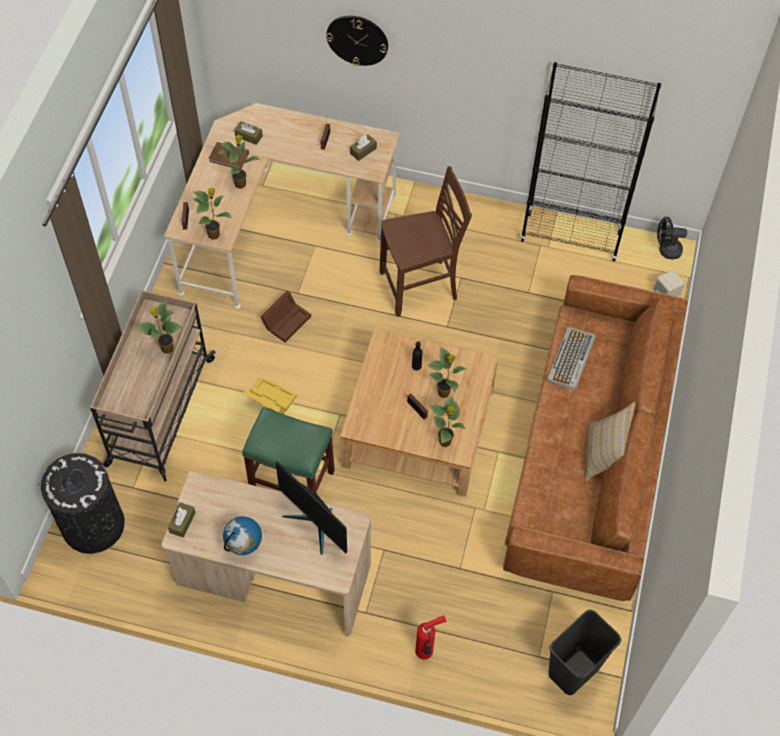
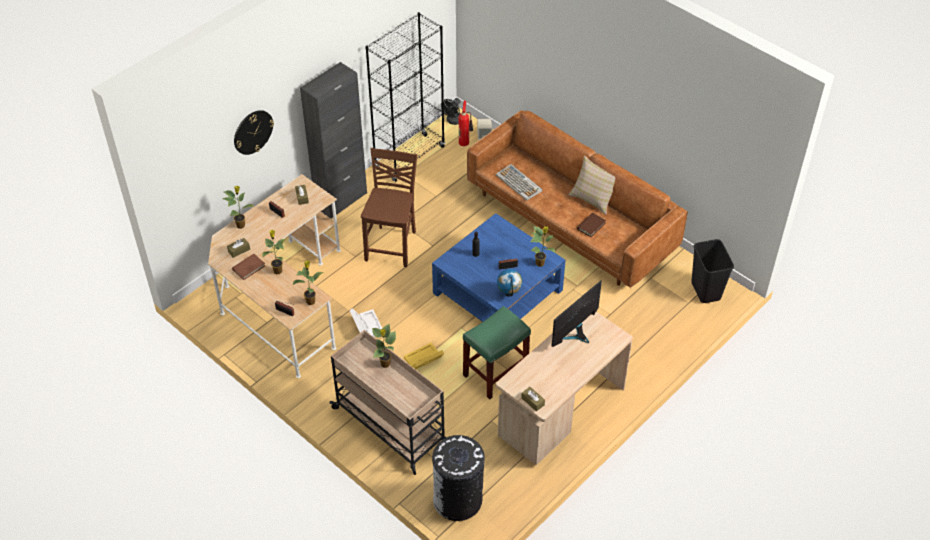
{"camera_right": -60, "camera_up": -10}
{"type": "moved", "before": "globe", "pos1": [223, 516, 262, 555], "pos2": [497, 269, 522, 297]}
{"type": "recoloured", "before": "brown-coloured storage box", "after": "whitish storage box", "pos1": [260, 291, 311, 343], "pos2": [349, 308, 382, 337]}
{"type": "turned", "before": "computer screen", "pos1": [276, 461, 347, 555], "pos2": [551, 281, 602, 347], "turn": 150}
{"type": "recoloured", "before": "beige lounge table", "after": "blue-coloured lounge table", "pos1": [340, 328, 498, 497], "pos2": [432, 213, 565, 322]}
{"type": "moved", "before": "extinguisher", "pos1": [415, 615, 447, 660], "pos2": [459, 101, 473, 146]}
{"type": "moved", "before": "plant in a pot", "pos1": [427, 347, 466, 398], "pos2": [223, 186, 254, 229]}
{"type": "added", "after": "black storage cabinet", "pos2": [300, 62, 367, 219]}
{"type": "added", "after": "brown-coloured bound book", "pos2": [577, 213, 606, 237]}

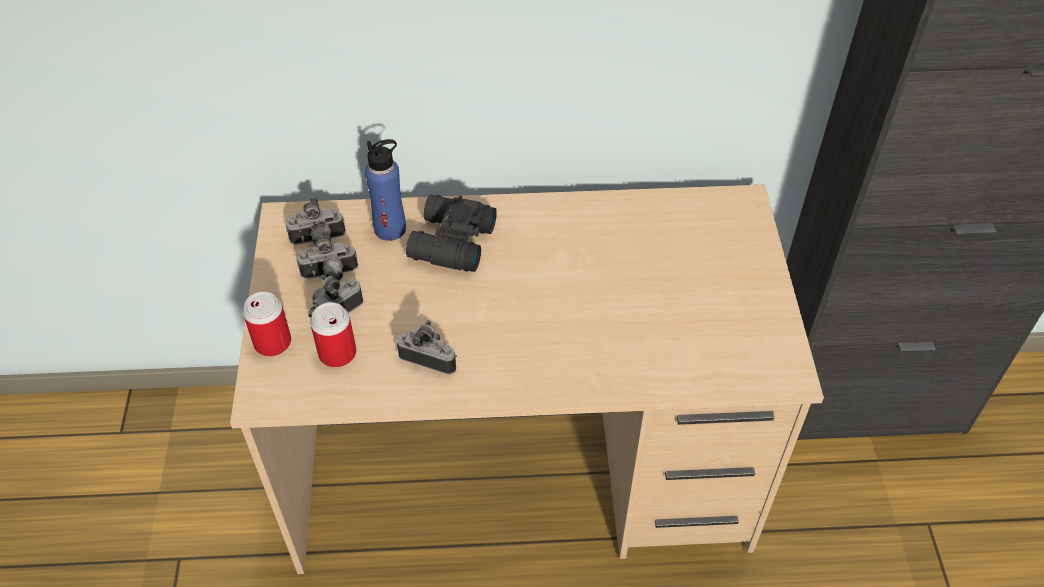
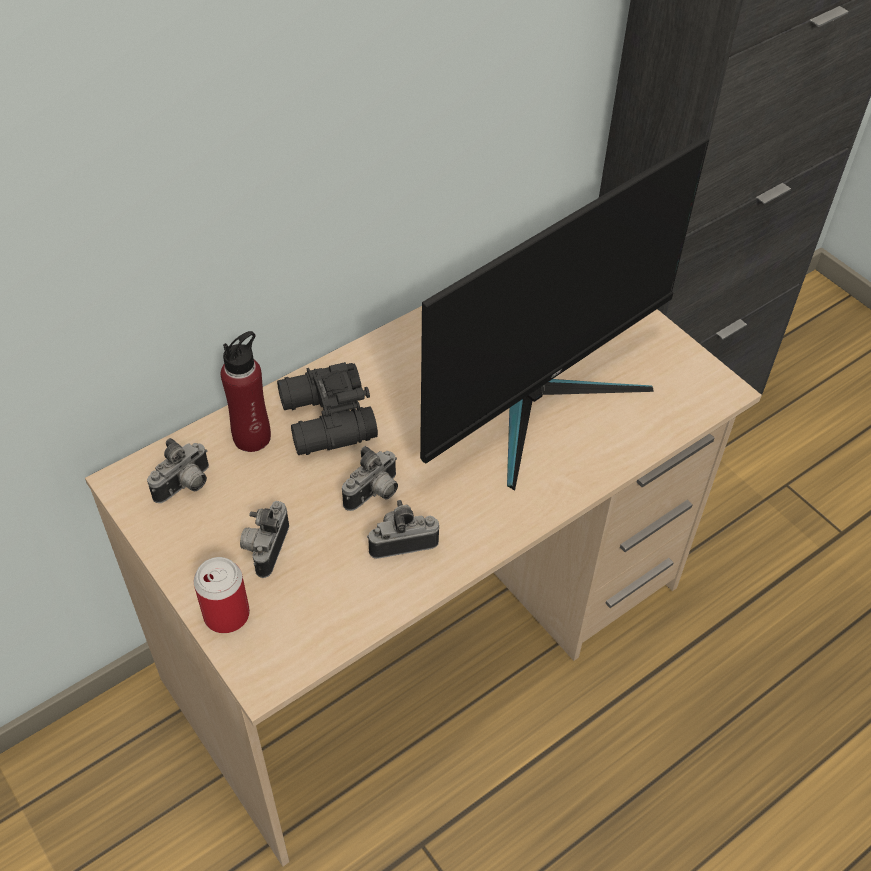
{"camera_right": -35, "camera_up": 0}
{"type": "moved", "before": "still camera", "pos1": [297, 231, 358, 281], "pos2": [342, 446, 398, 511]}
{"type": "removed", "before": "can", "pos1": [310, 302, 356, 367]}
{"type": "recoloured", "before": "blue-coloured drink bottle", "after": "red-coloured drink bottle", "pos1": [365, 139, 406, 241], "pos2": [221, 331, 271, 452]}
{"type": "added", "after": "computer screen", "pos2": [420, 137, 709, 490]}

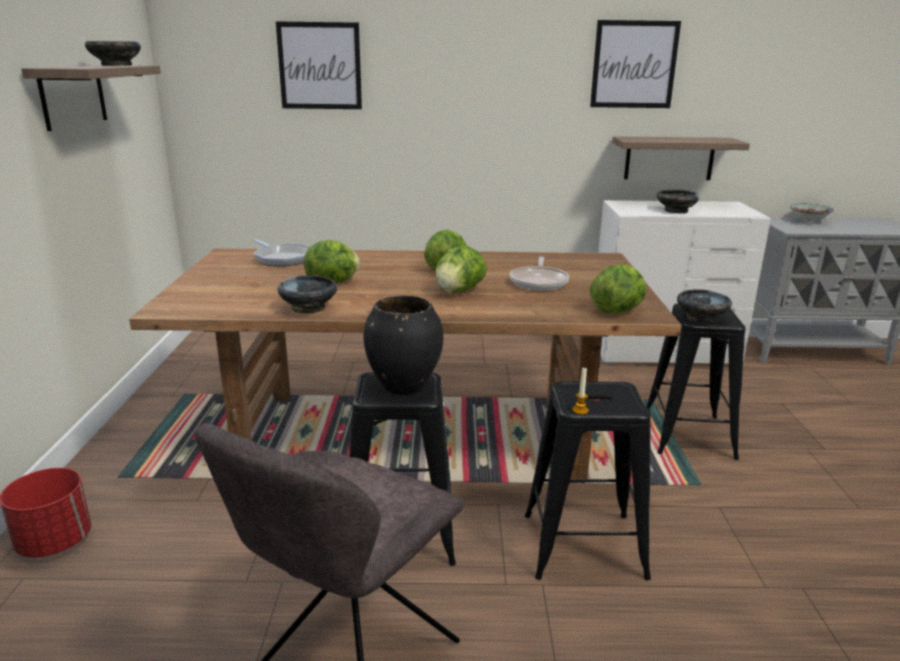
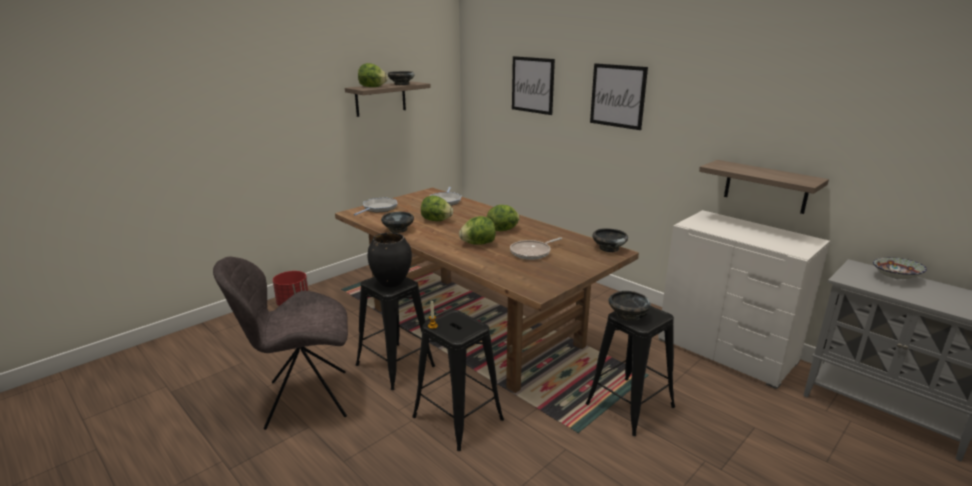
{"camera_right": 45, "camera_up": 0}
{"type": "moved", "before": "wall art", "pos1": [590, 20, 681, 108], "pos2": [590, 63, 648, 130]}
{"type": "moved", "before": "lettuce head", "pos1": [590, 265, 647, 313], "pos2": [358, 63, 388, 87]}
{"type": "moved", "before": "black serving bowl", "pos1": [657, 190, 699, 213], "pos2": [593, 228, 628, 252]}
{"type": "added", "after": "pan", "pos2": [354, 197, 398, 216]}

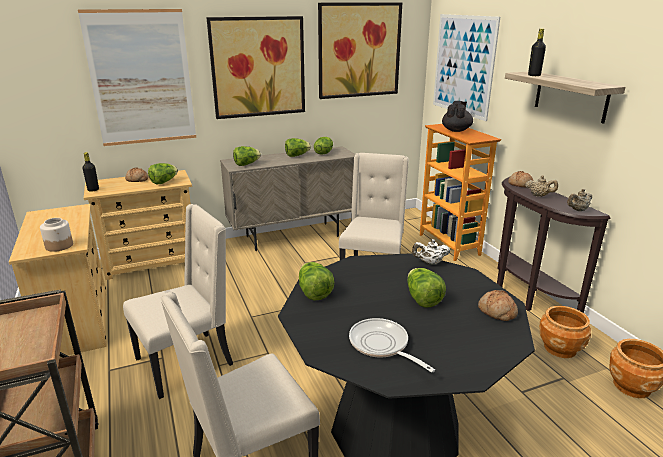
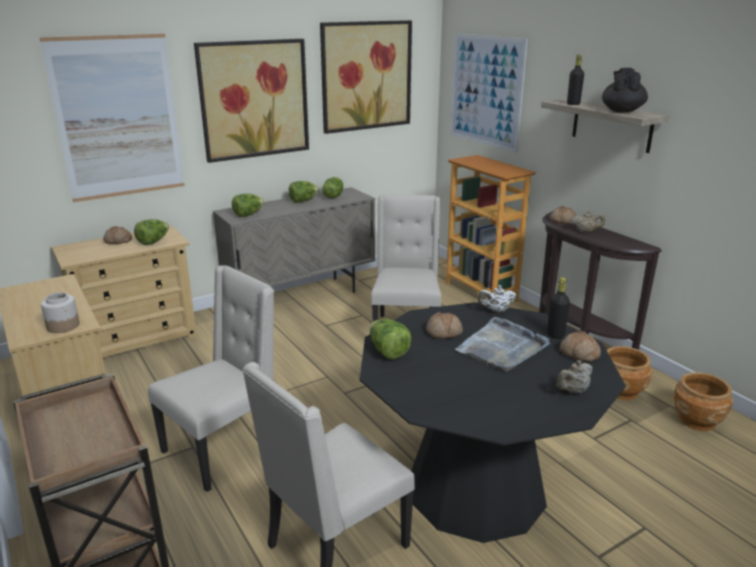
{"camera_right": -10, "camera_up": 0}
{"type": "moved", "before": "black drink bottle", "pos1": [83, 152, 99, 192], "pos2": [547, 277, 570, 339]}
{"type": "removed", "before": "pan", "pos1": [349, 318, 435, 373]}
{"type": "replaced", "before": "lettuce head", "after": "grey tray", "pos1": [407, 268, 446, 308], "pos2": [455, 317, 550, 372]}
{"type": "moved", "before": "black pot for tea", "pos1": [442, 101, 473, 132], "pos2": [602, 68, 648, 112]}
{"type": "moved", "before": "beige pot for tea", "pos1": [567, 189, 592, 211], "pos2": [556, 360, 593, 394]}
{"type": "added", "after": "bread", "pos2": [427, 312, 463, 339]}

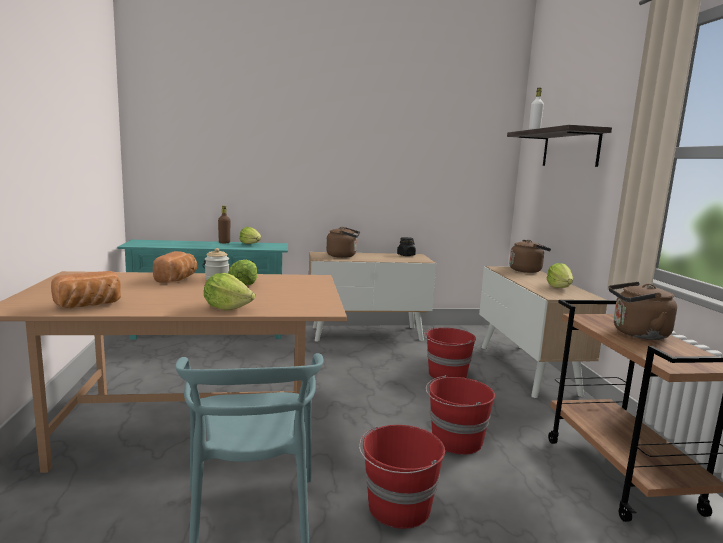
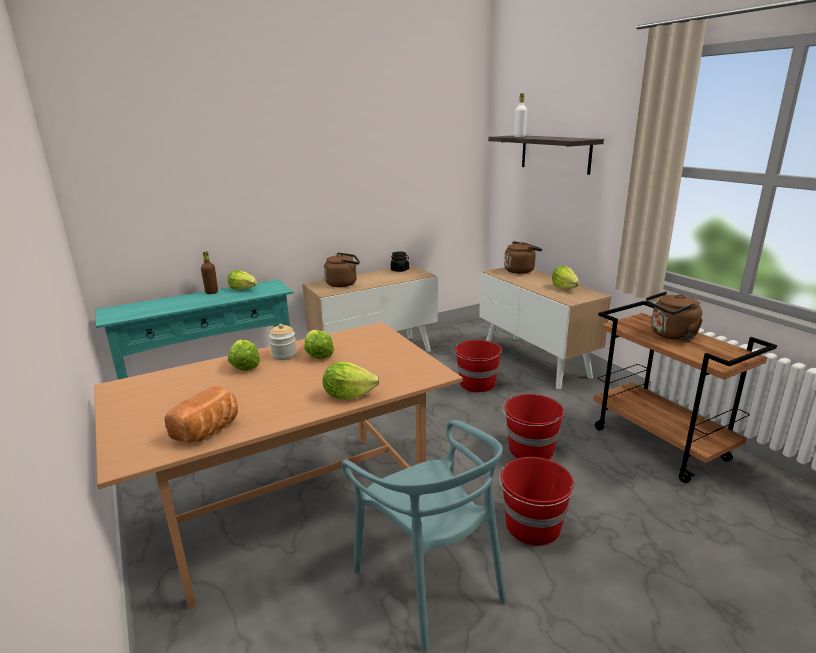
{"camera_right": -20, "camera_up": 10}
{"type": "replaced", "before": "bread", "after": "lettuce head", "pos1": [153, 251, 197, 283], "pos2": [228, 339, 260, 371]}

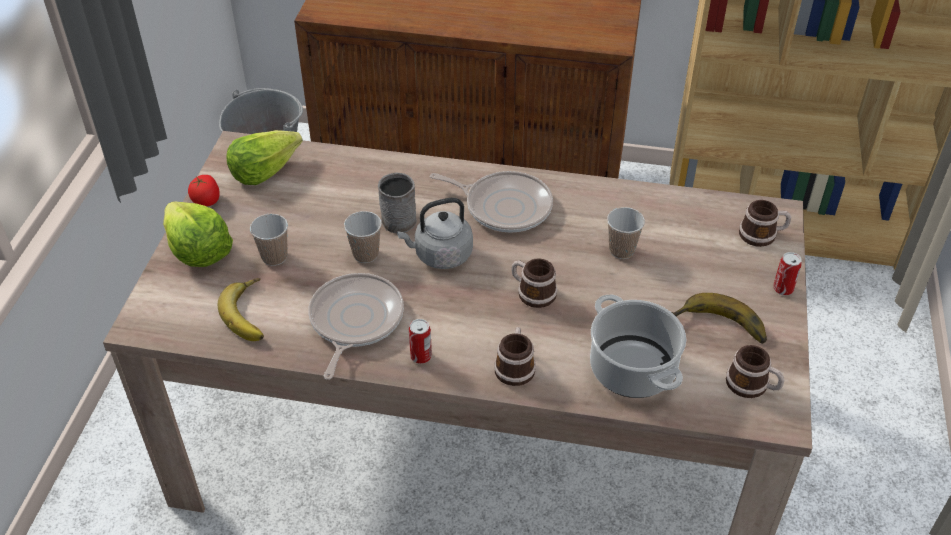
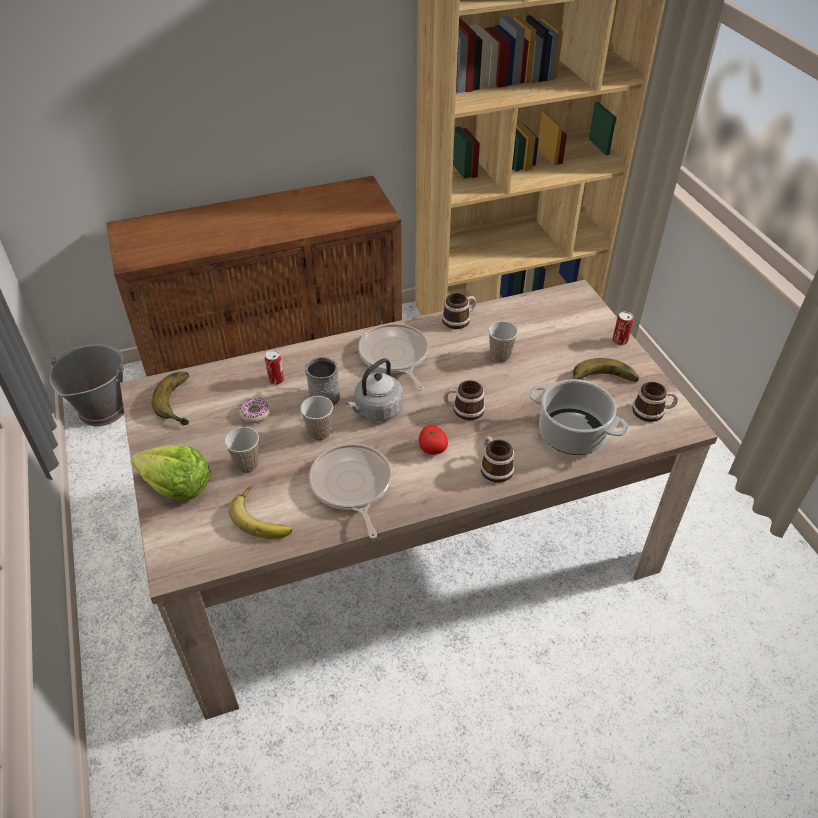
{"camera_right": -30, "camera_up": 0}
{"type": "moved", "before": "fresh tomato", "pos1": [188, 175, 220, 206], "pos2": [419, 425, 448, 454]}
{"type": "replaced", "before": "lettuce head", "after": "banana", "pos1": [226, 130, 303, 185], "pos2": [152, 372, 189, 425]}
{"type": "moved", "before": "can", "pos1": [409, 319, 432, 364], "pos2": [265, 350, 284, 385]}
{"type": "turned", "before": "pan", "pos1": [430, 171, 553, 233], "pos2": [358, 323, 429, 391], "turn": -105}
{"type": "moved", "before": "mug", "pos1": [739, 200, 791, 247], "pos2": [442, 293, 476, 329]}
{"type": "added", "after": "donut", "pos2": [239, 398, 270, 423]}

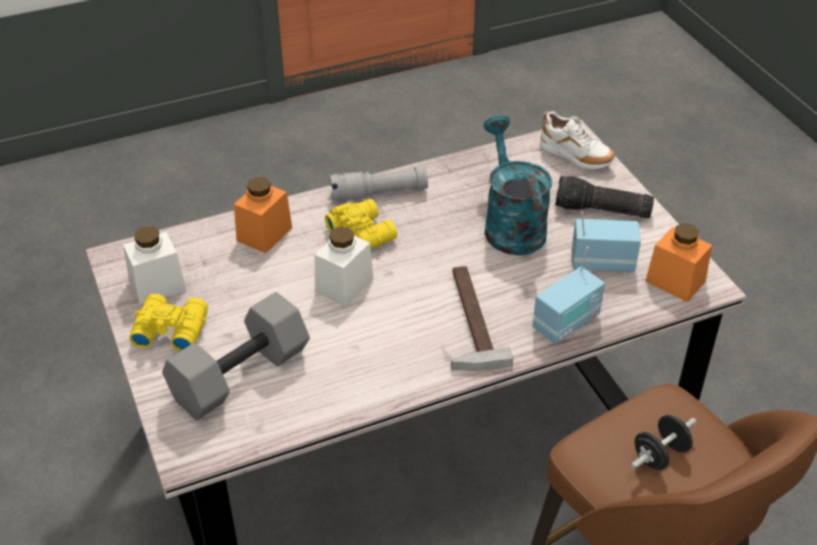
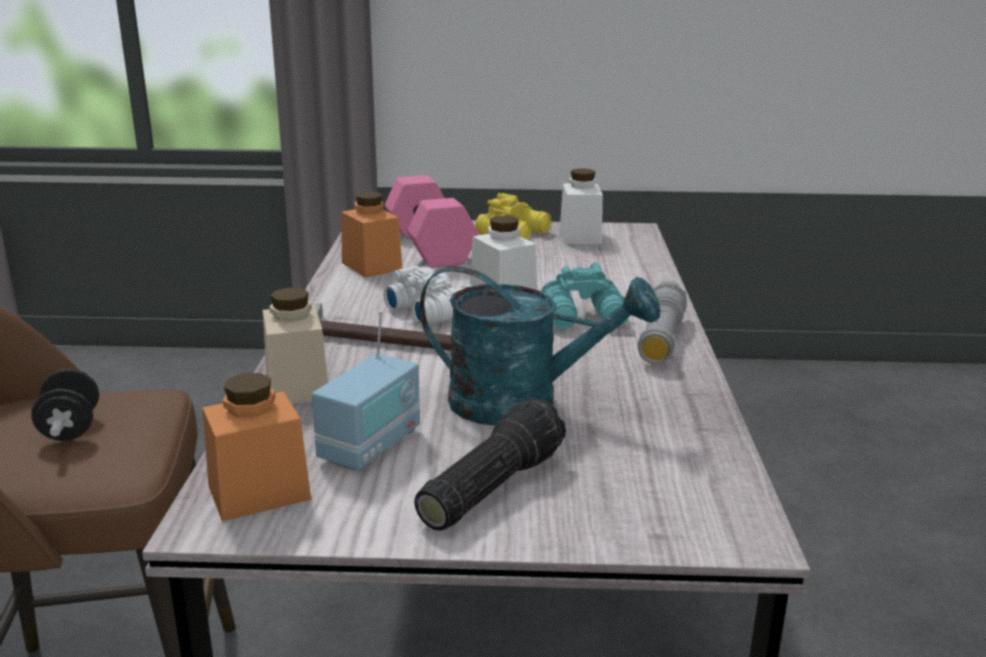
{"camera_right": 115, "camera_up": -20}
{"type": "recoloured", "before": "grey free weight", "after": "pinkish free weight", "pos1": [162, 292, 310, 420], "pos2": [385, 175, 478, 268]}
{"type": "moved", "before": "orange-coloured preserve jar", "pos1": [234, 177, 292, 253], "pos2": [341, 192, 402, 278]}
{"type": "recoloured", "before": "yellow pair of binoculars", "after": "turquoise-coloured pair of binoculars", "pos1": [325, 199, 397, 249], "pos2": [542, 263, 628, 329]}
{"type": "replaced", "before": "radio", "after": "beige preserve jar", "pos1": [532, 247, 605, 344], "pos2": [263, 287, 328, 404]}
{"type": "removed", "before": "whitish shoe", "pos1": [540, 111, 616, 169]}
{"type": "added", "after": "whitish pair of binoculars", "pos2": [383, 266, 471, 326]}

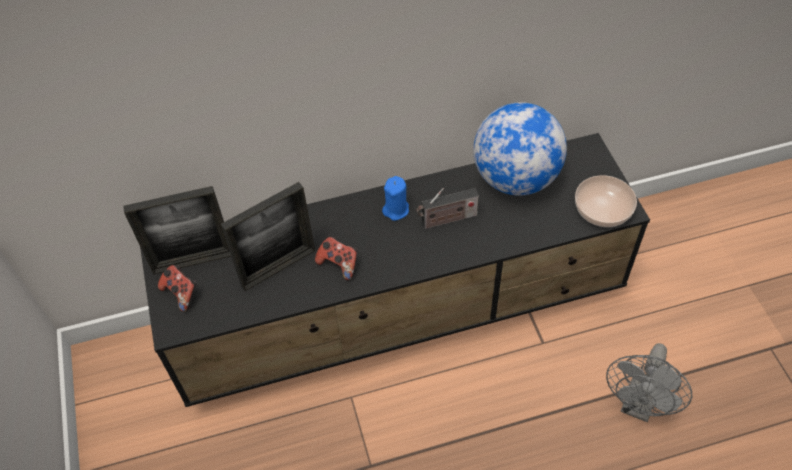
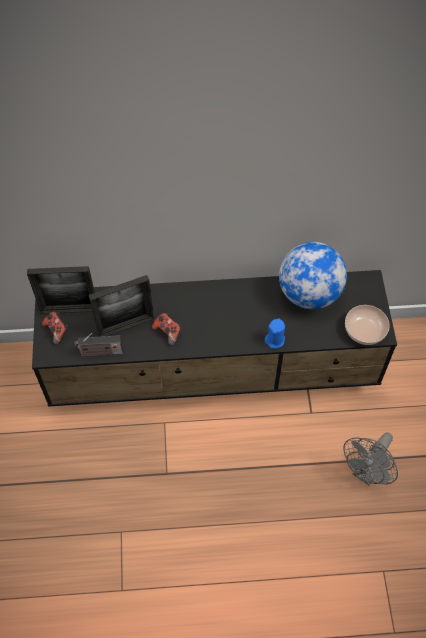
{"camera_right": 10, "camera_up": 5}
{"type": "moved", "before": "blue-coloured wax candle", "pos1": [382, 176, 409, 221], "pos2": [265, 318, 285, 349]}
{"type": "moved", "before": "radio", "pos1": [417, 188, 479, 229], "pos2": [74, 333, 123, 356]}

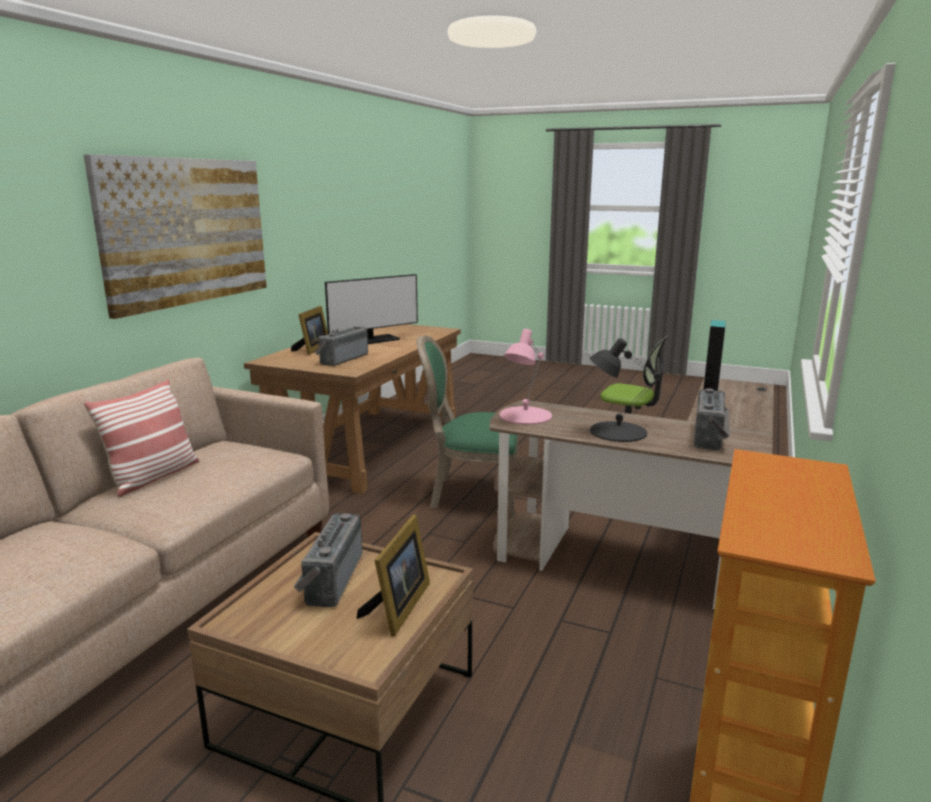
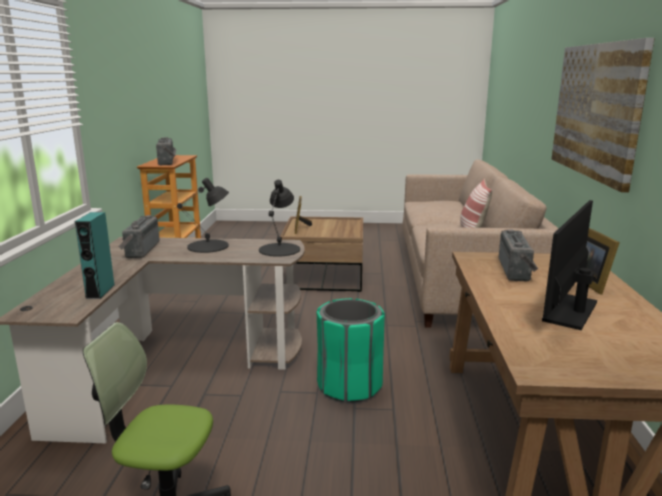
{"camera_right": 160, "camera_up": 0}
{"type": "moved", "before": "radio", "pos1": [294, 513, 362, 607], "pos2": [156, 137, 176, 165]}
{"type": "replaced", "before": "green plain chair", "after": "green waste bin", "pos1": [416, 335, 518, 517], "pos2": [317, 298, 385, 403]}
{"type": "recoloured", "before": "pinkish lamp for a table", "after": "black lamp for a table", "pos1": [500, 329, 552, 425], "pos2": [259, 180, 300, 257]}

